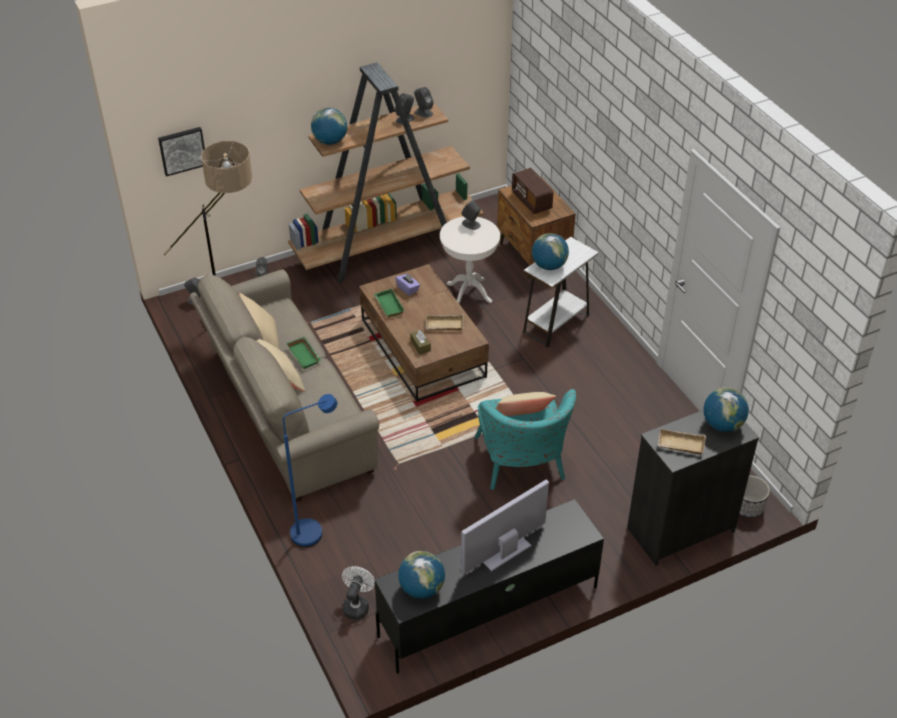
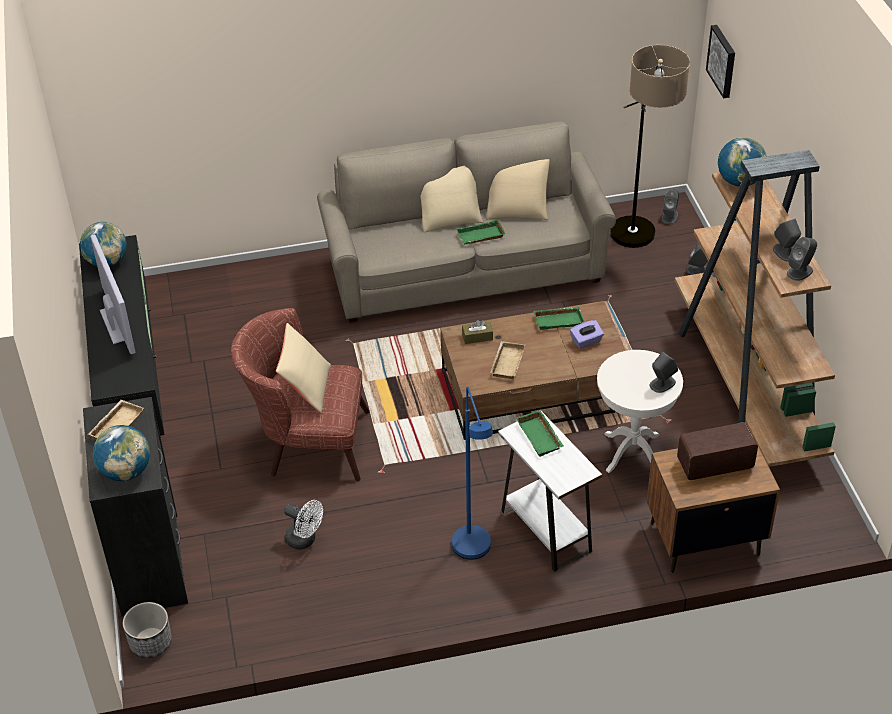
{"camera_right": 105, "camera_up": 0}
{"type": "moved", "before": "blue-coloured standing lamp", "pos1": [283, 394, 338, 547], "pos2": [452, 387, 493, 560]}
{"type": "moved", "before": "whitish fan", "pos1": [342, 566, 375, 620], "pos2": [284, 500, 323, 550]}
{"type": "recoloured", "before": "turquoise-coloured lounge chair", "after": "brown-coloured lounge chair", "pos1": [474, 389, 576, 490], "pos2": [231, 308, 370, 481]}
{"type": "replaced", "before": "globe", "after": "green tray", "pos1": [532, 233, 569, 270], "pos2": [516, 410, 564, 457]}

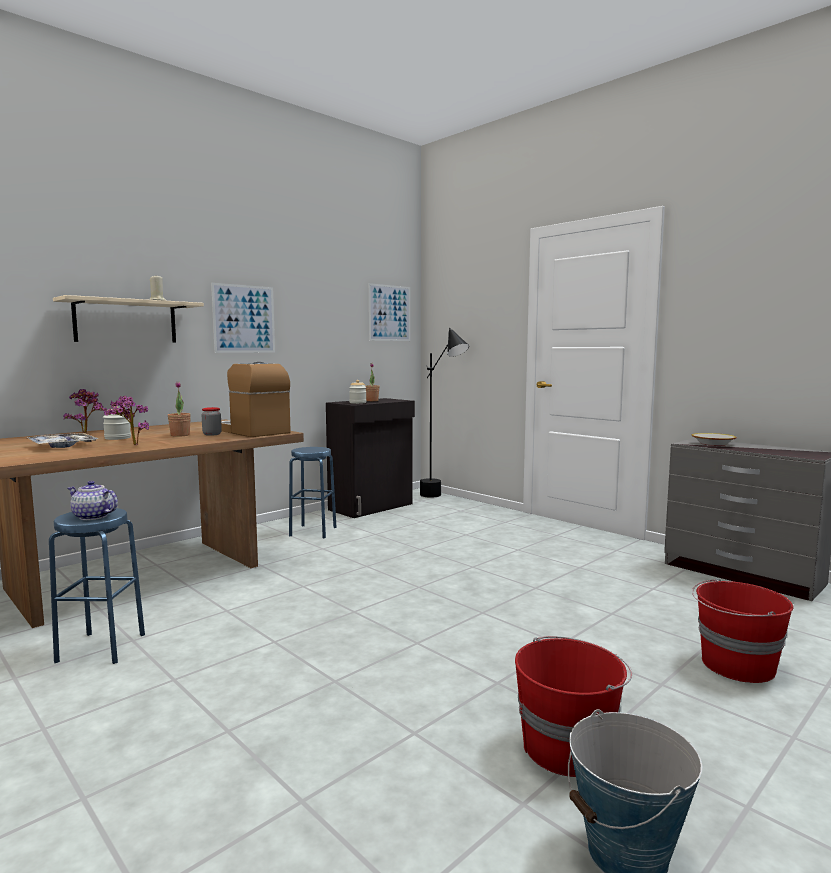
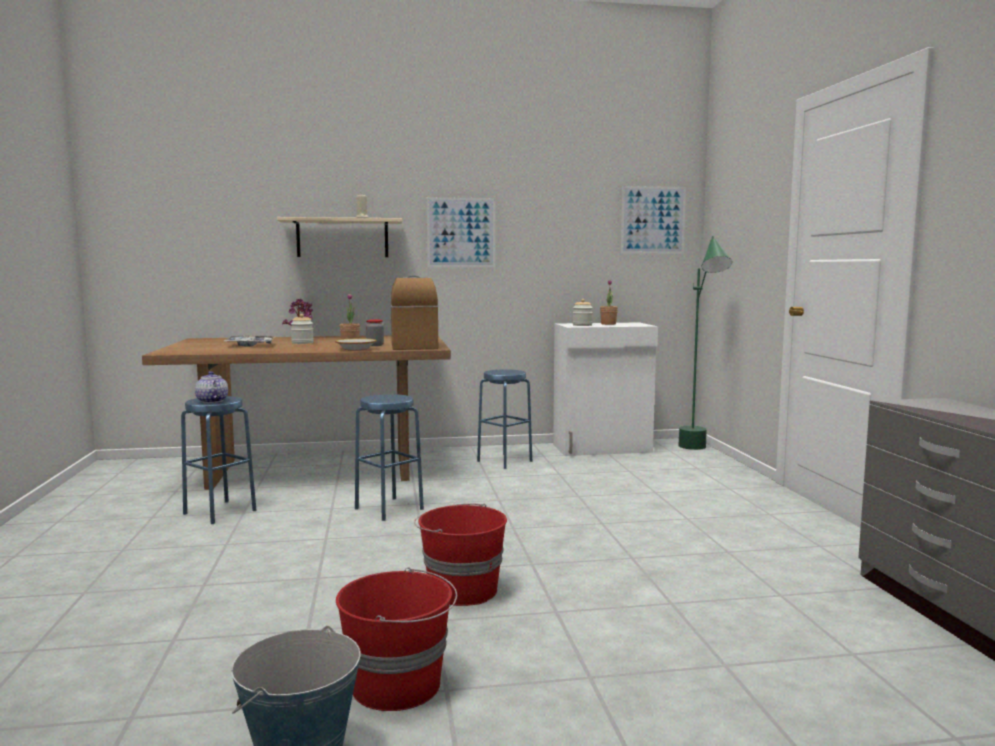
{"camera_right": 35, "camera_up": 0}
{"type": "removed", "before": "plant in a pot", "pos1": [104, 396, 149, 445]}
{"type": "recoloured", "before": "black storage cabinet", "after": "whitish storage cabinet", "pos1": [326, 398, 415, 518], "pos2": [553, 322, 658, 456]}
{"type": "recoloured", "before": "black standing lamp", "after": "green standing lamp", "pos1": [420, 328, 469, 498], "pos2": [678, 236, 732, 450]}
{"type": "moved", "before": "serving bowl", "pos1": [691, 433, 737, 446], "pos2": [335, 339, 377, 351]}
{"type": "moved", "before": "red-coloured water bucket", "pos1": [692, 578, 793, 683], "pos2": [414, 504, 507, 606]}
{"type": "added", "after": "blue-coloured sitting stool", "pos2": [355, 394, 424, 521]}

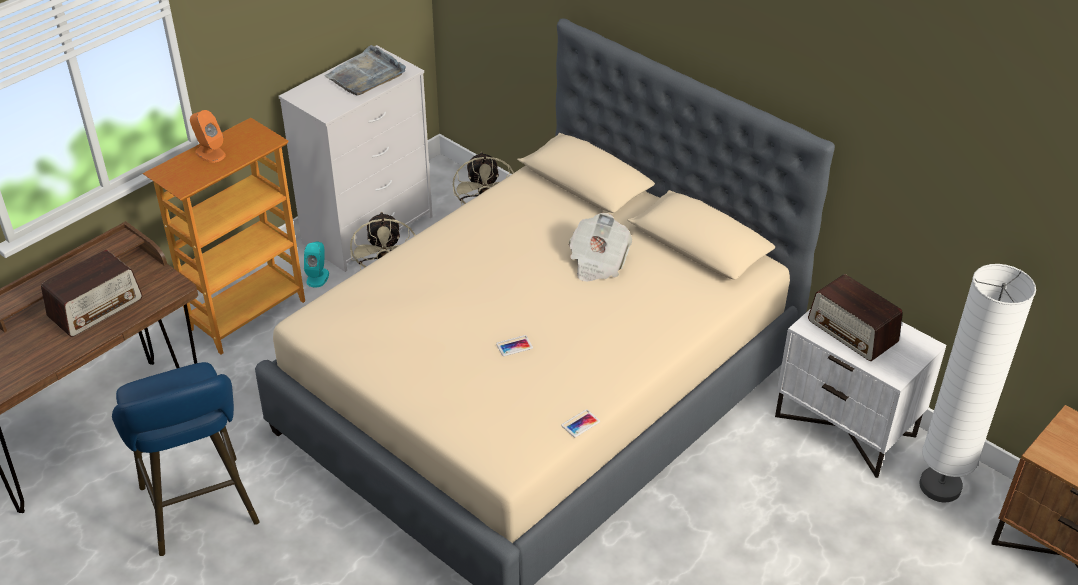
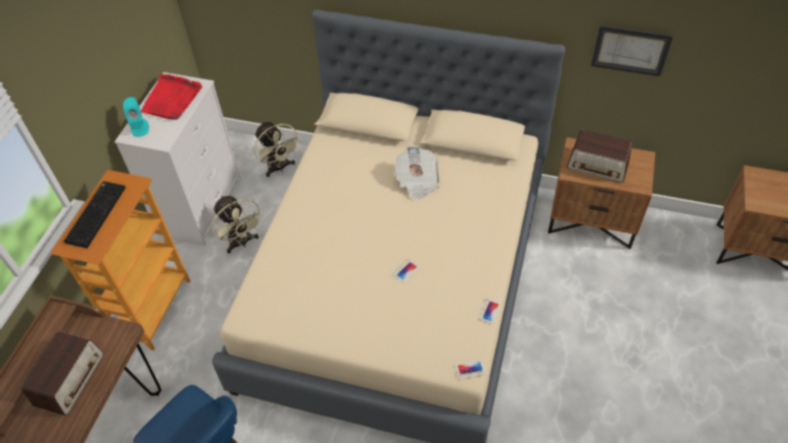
{"camera_right": -25, "camera_up": 10}
{"type": "replaced", "before": "orange-coloured audio speaker", "after": "PC keyboard", "pos1": [190, 110, 226, 163], "pos2": [64, 181, 126, 248]}
{"type": "moved", "before": "turquoise-coloured audio speaker", "pos1": [304, 242, 329, 287], "pos2": [123, 97, 149, 137]}
{"type": "recoloured", "before": "grey tray", "after": "red-coloured tray", "pos1": [324, 45, 406, 96], "pos2": [141, 74, 202, 120]}
{"type": "recoloured", "before": "whitish night table", "after": "brown-coloured night table", "pos1": [775, 310, 946, 478], "pos2": [548, 137, 655, 249]}
{"type": "removed", "before": "whitish standing lamp", "pos1": [920, 264, 1036, 502]}
{"type": "added", "after": "phone", "pos2": [455, 360, 486, 380]}
{"type": "added", "after": "wall art", "pos2": [591, 25, 673, 76]}

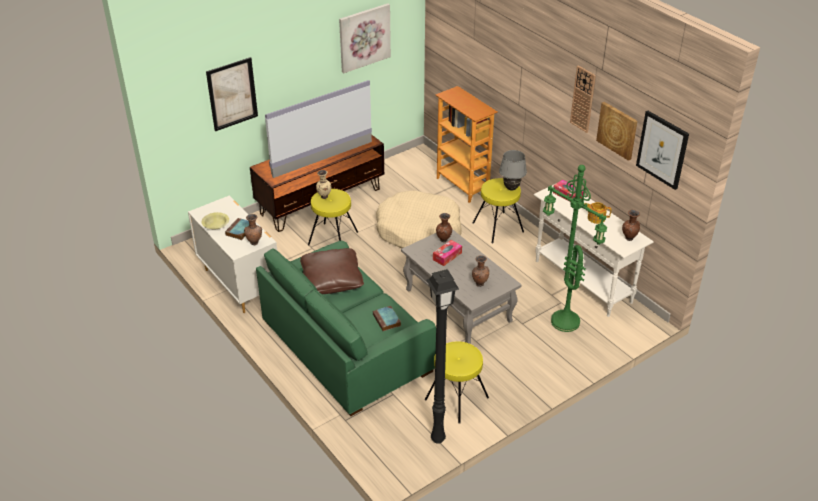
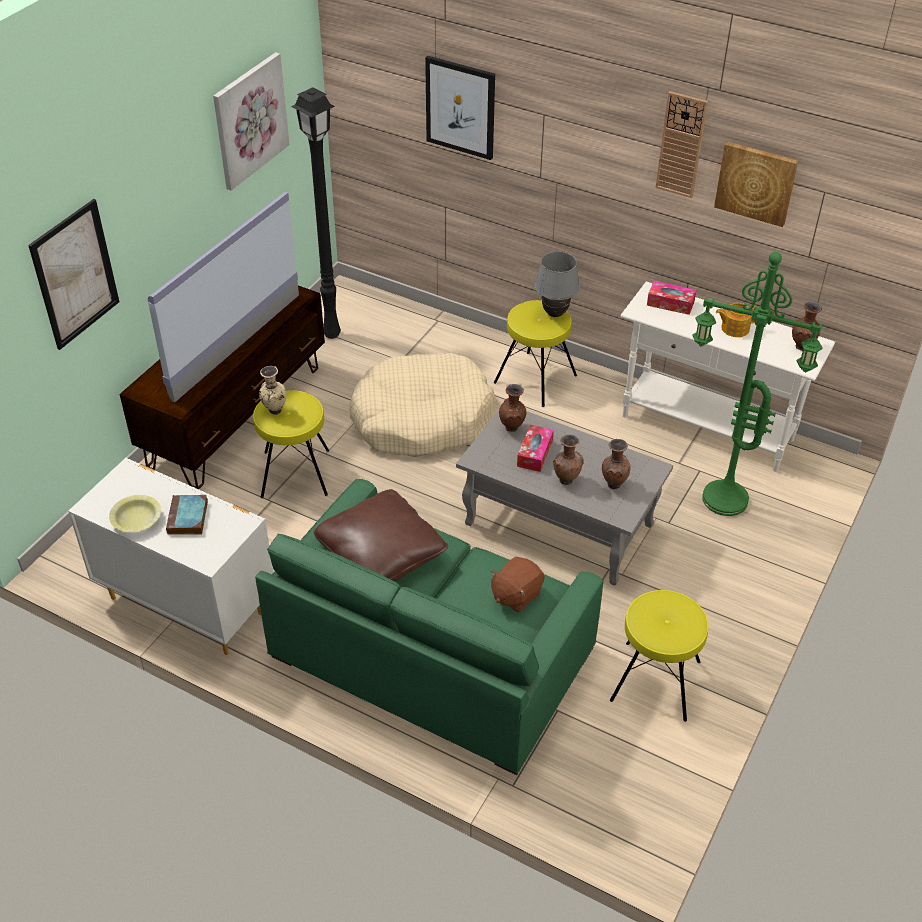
{"camera_right": -25, "camera_up": 5}
{"type": "moved", "before": "brown-coloured vase", "pos1": [244, 214, 262, 245], "pos2": [553, 434, 584, 485]}
{"type": "replaced", "before": "bound book", "after": "brown-coloured soft toy", "pos1": [373, 306, 401, 331], "pos2": [490, 557, 545, 613]}
{"type": "moved", "before": "black standing lamp", "pos1": [426, 269, 459, 444], "pos2": [291, 87, 341, 339]}
{"type": "removed", "before": "shelving unit", "pos1": [435, 86, 497, 203]}
{"type": "moved", "before": "wall art", "pos1": [636, 111, 689, 190], "pos2": [425, 56, 495, 160]}

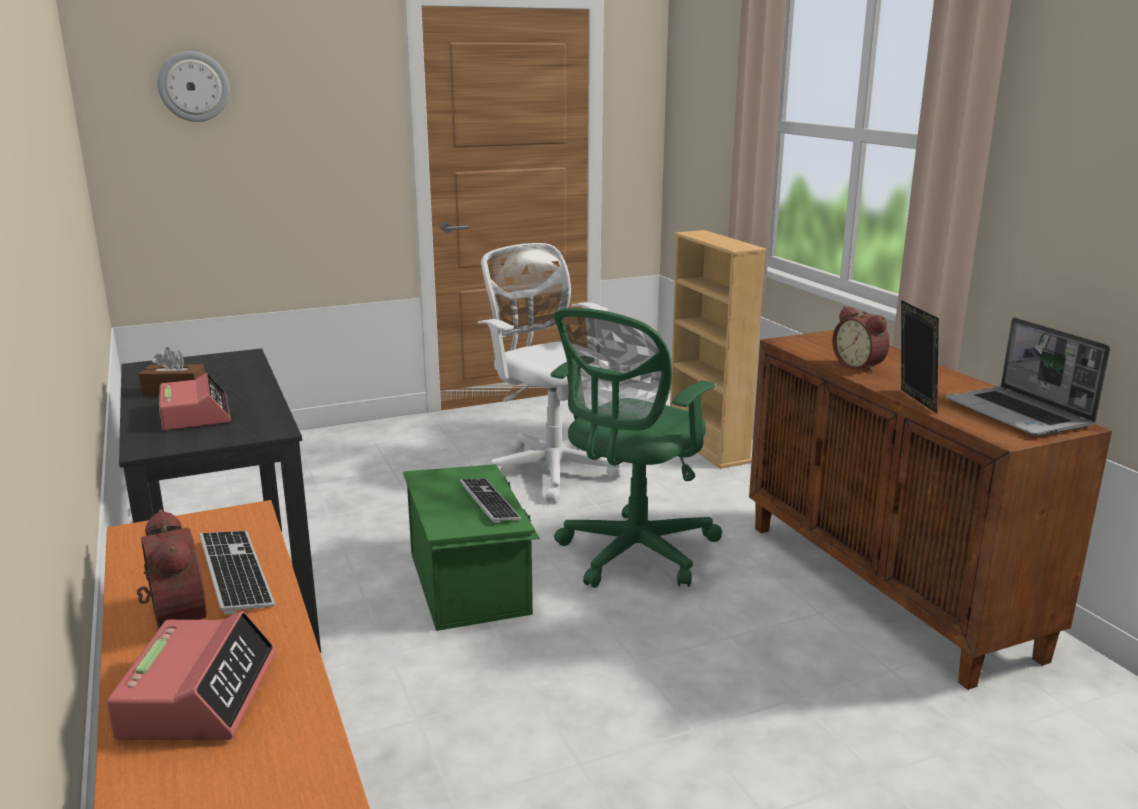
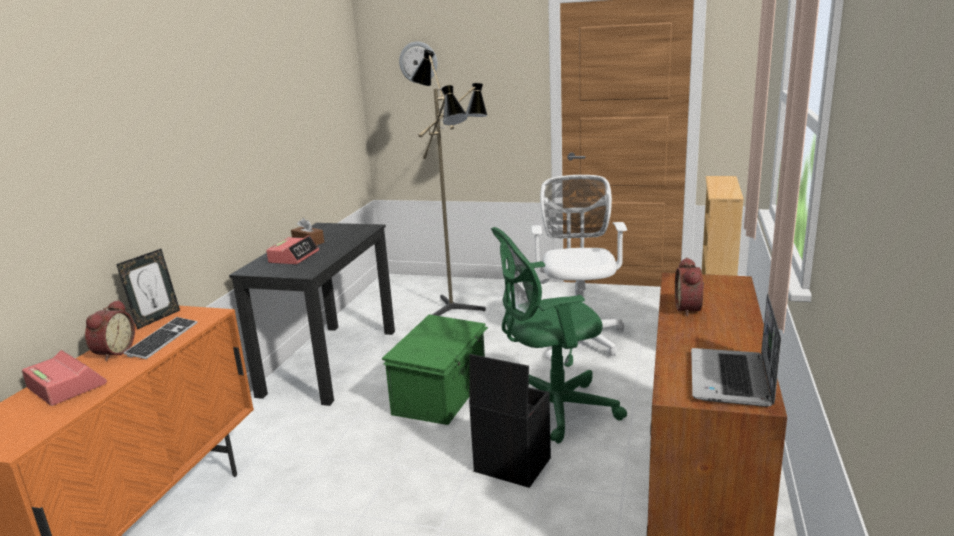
{"camera_right": 40, "camera_up": 0}
{"type": "turned", "before": "table clock", "pos1": [106, 611, 276, 741], "pos2": [22, 350, 107, 406], "turn": -90}
{"type": "removed", "before": "PC keyboard", "pos1": [460, 479, 521, 523]}
{"type": "moved", "before": "standing frame", "pos1": [901, 300, 939, 414], "pos2": [116, 249, 180, 329]}
{"type": "added", "after": "standing lamp", "pos2": [410, 50, 487, 316]}
{"type": "added", "after": "black storage box", "pos2": [469, 354, 551, 488]}

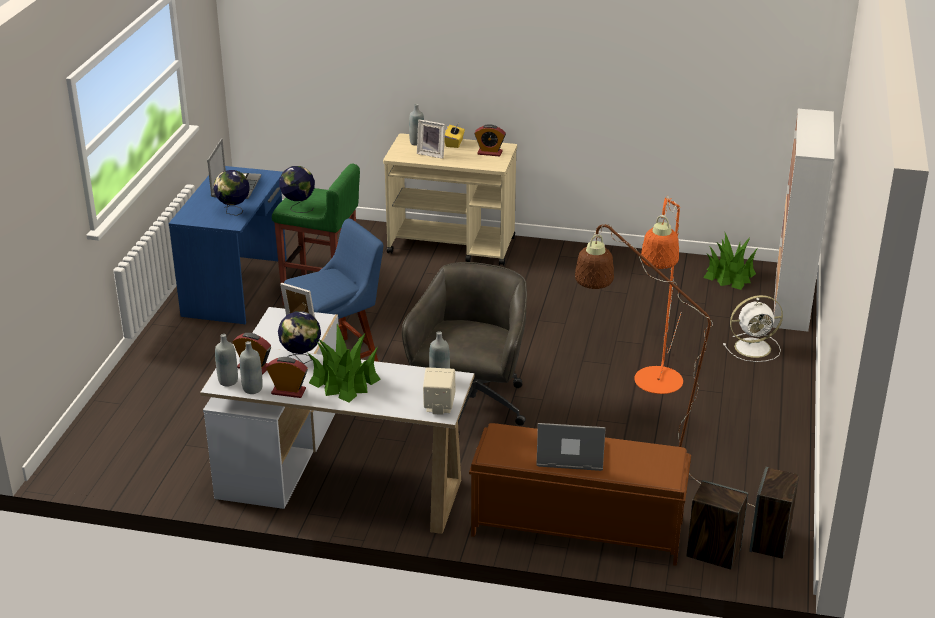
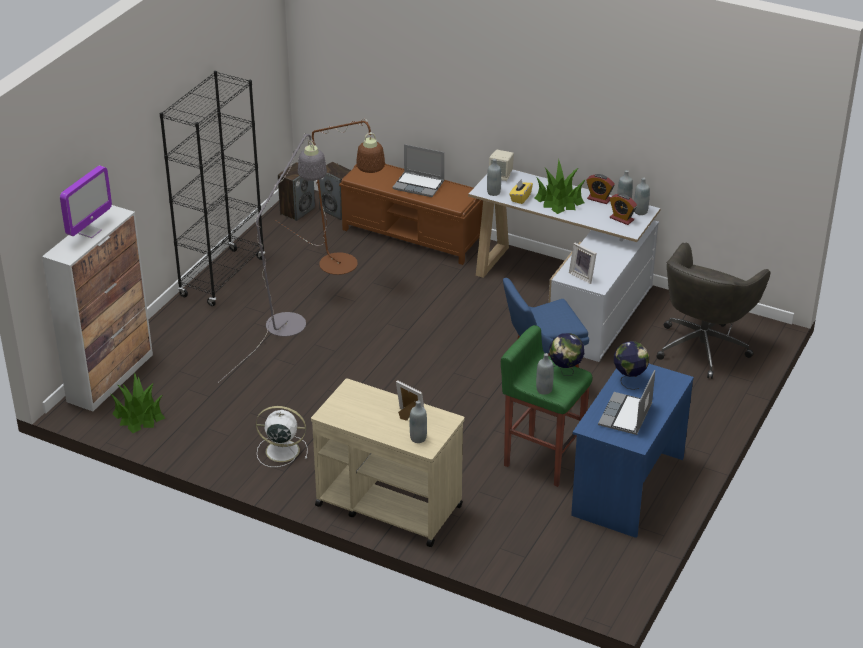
{"camera_right": -165, "camera_up": 5}
{"type": "removed", "before": "globe", "pos1": [278, 311, 321, 364]}
{"type": "moved", "before": "grey office chair", "pos1": [402, 262, 527, 434], "pos2": [656, 243, 770, 379]}
{"type": "moved", "before": "yellow box of tissues", "pos1": [445, 124, 465, 148], "pos2": [509, 179, 533, 204]}
{"type": "removed", "before": "table clock", "pos1": [475, 124, 506, 156]}
{"type": "recoloured", "before": "orange-coloured standing lamp", "after": "grey standing lamp", "pos1": [634, 196, 683, 394], "pos2": [218, 133, 327, 383]}
{"type": "moved", "before": "whitish fan", "pos1": [723, 295, 783, 362], "pos2": [256, 406, 308, 467]}
{"type": "added", "after": "computer screen", "pos2": [60, 165, 112, 238]}
{"type": "added", "after": "black shelving unit", "pos2": [159, 71, 265, 306]}
{"type": "added", "after": "grey drink bottle", "pos2": [536, 353, 554, 395]}

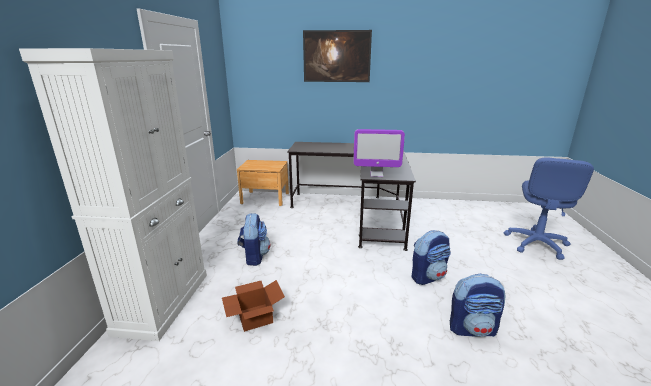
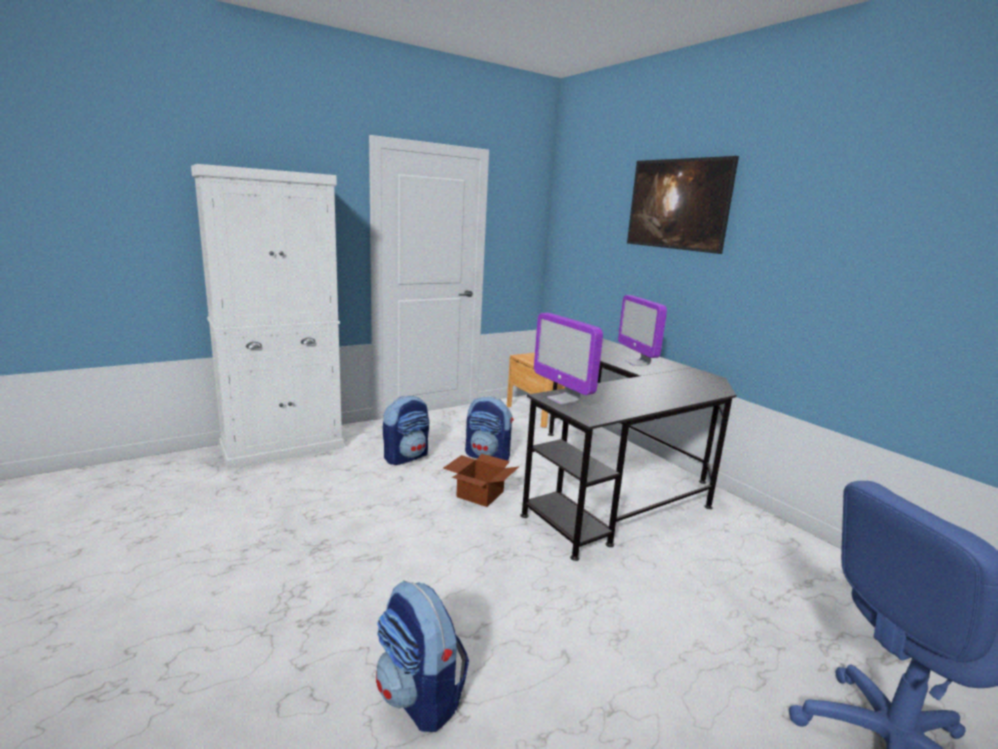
{"camera_right": 50, "camera_up": -5}
{"type": "moved", "before": "carton", "pos1": [222, 280, 285, 332], "pos2": [444, 454, 520, 507]}
{"type": "moved", "before": "backpack", "pos1": [411, 230, 451, 285], "pos2": [465, 397, 514, 461]}
{"type": "added", "after": "computer screen", "pos2": [618, 295, 667, 366]}

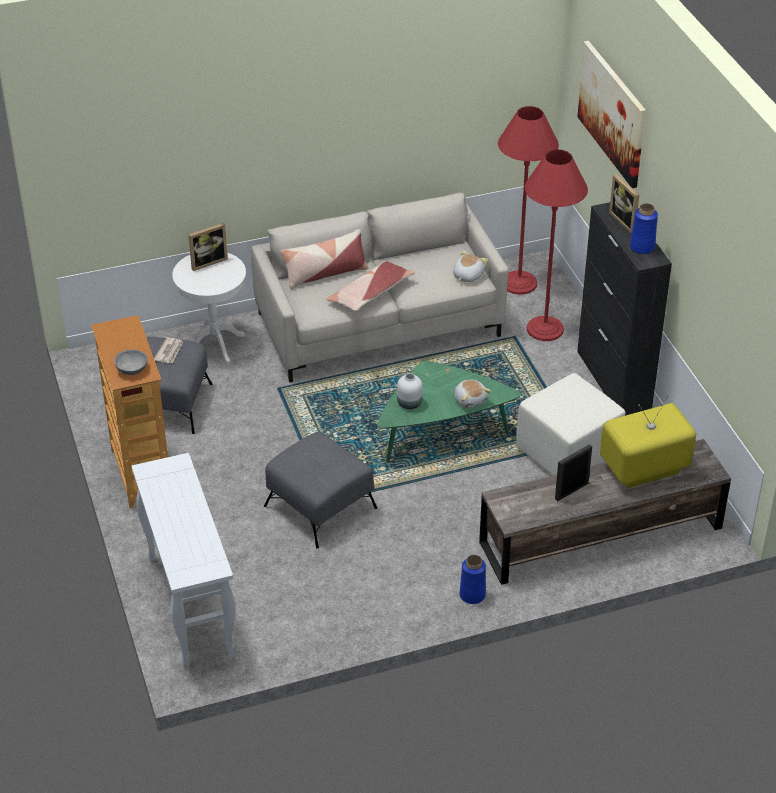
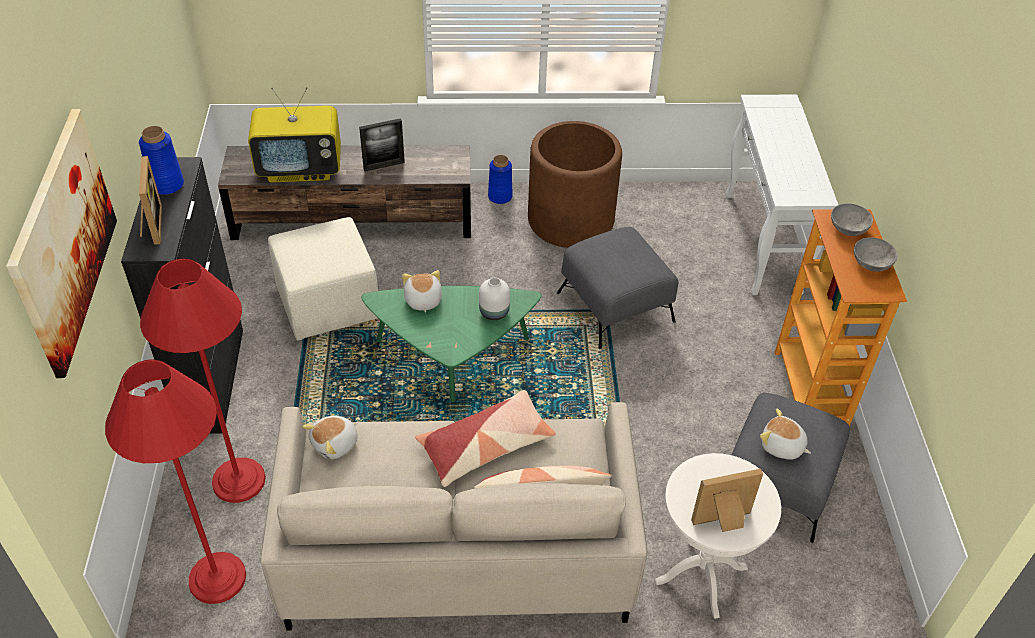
{"camera_right": -165, "camera_up": 5}
{"type": "replaced", "before": "newspaper", "after": "soft toy", "pos1": [154, 337, 183, 363], "pos2": [760, 409, 811, 460]}
{"type": "added", "after": "brown-coloured planter", "pos2": [528, 121, 622, 248]}
{"type": "added", "after": "grey serving bowl", "pos2": [854, 237, 897, 272]}

